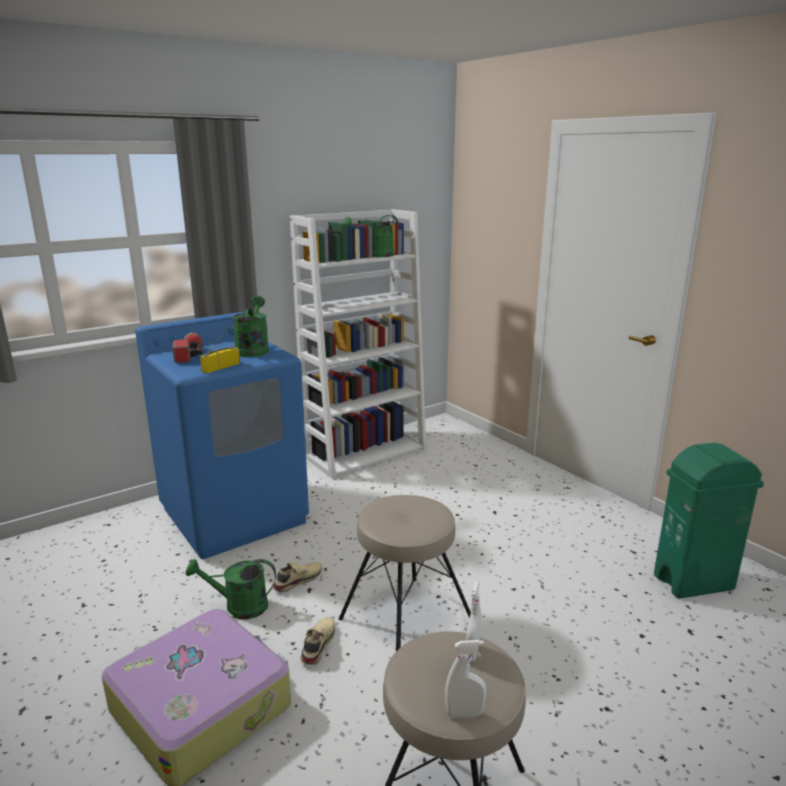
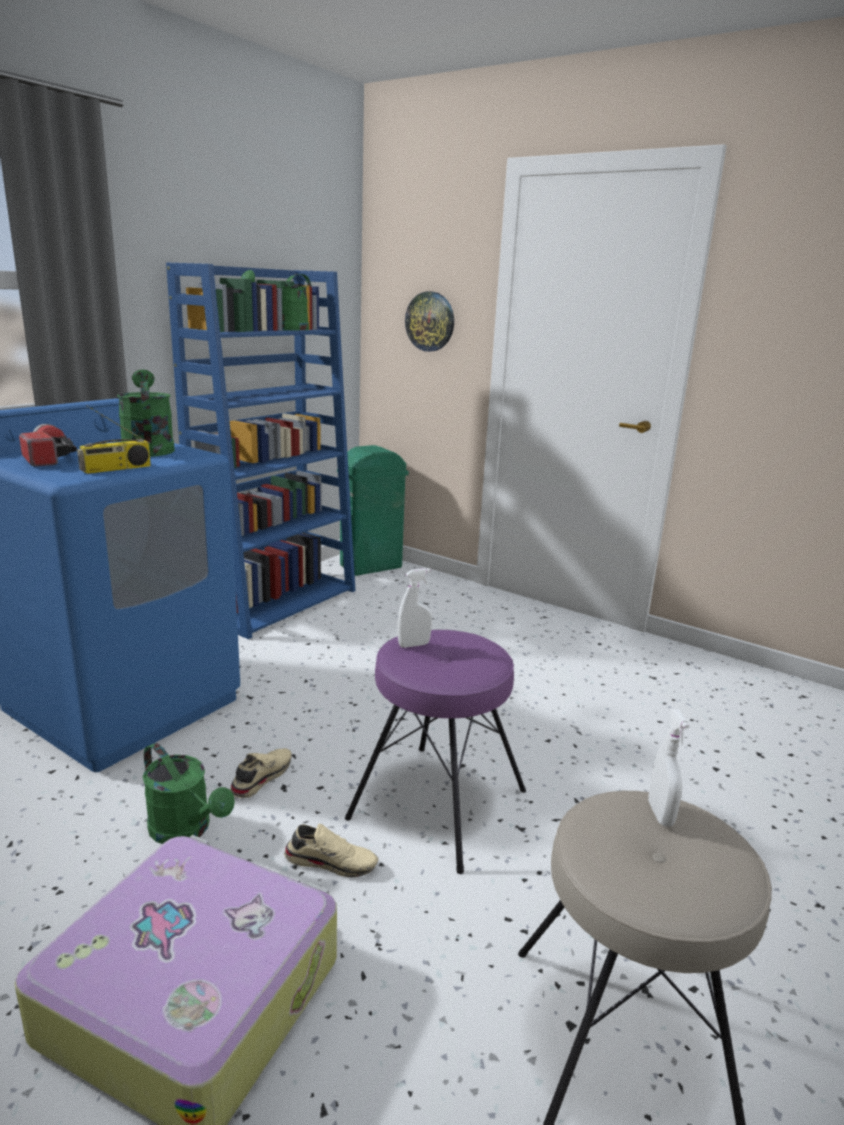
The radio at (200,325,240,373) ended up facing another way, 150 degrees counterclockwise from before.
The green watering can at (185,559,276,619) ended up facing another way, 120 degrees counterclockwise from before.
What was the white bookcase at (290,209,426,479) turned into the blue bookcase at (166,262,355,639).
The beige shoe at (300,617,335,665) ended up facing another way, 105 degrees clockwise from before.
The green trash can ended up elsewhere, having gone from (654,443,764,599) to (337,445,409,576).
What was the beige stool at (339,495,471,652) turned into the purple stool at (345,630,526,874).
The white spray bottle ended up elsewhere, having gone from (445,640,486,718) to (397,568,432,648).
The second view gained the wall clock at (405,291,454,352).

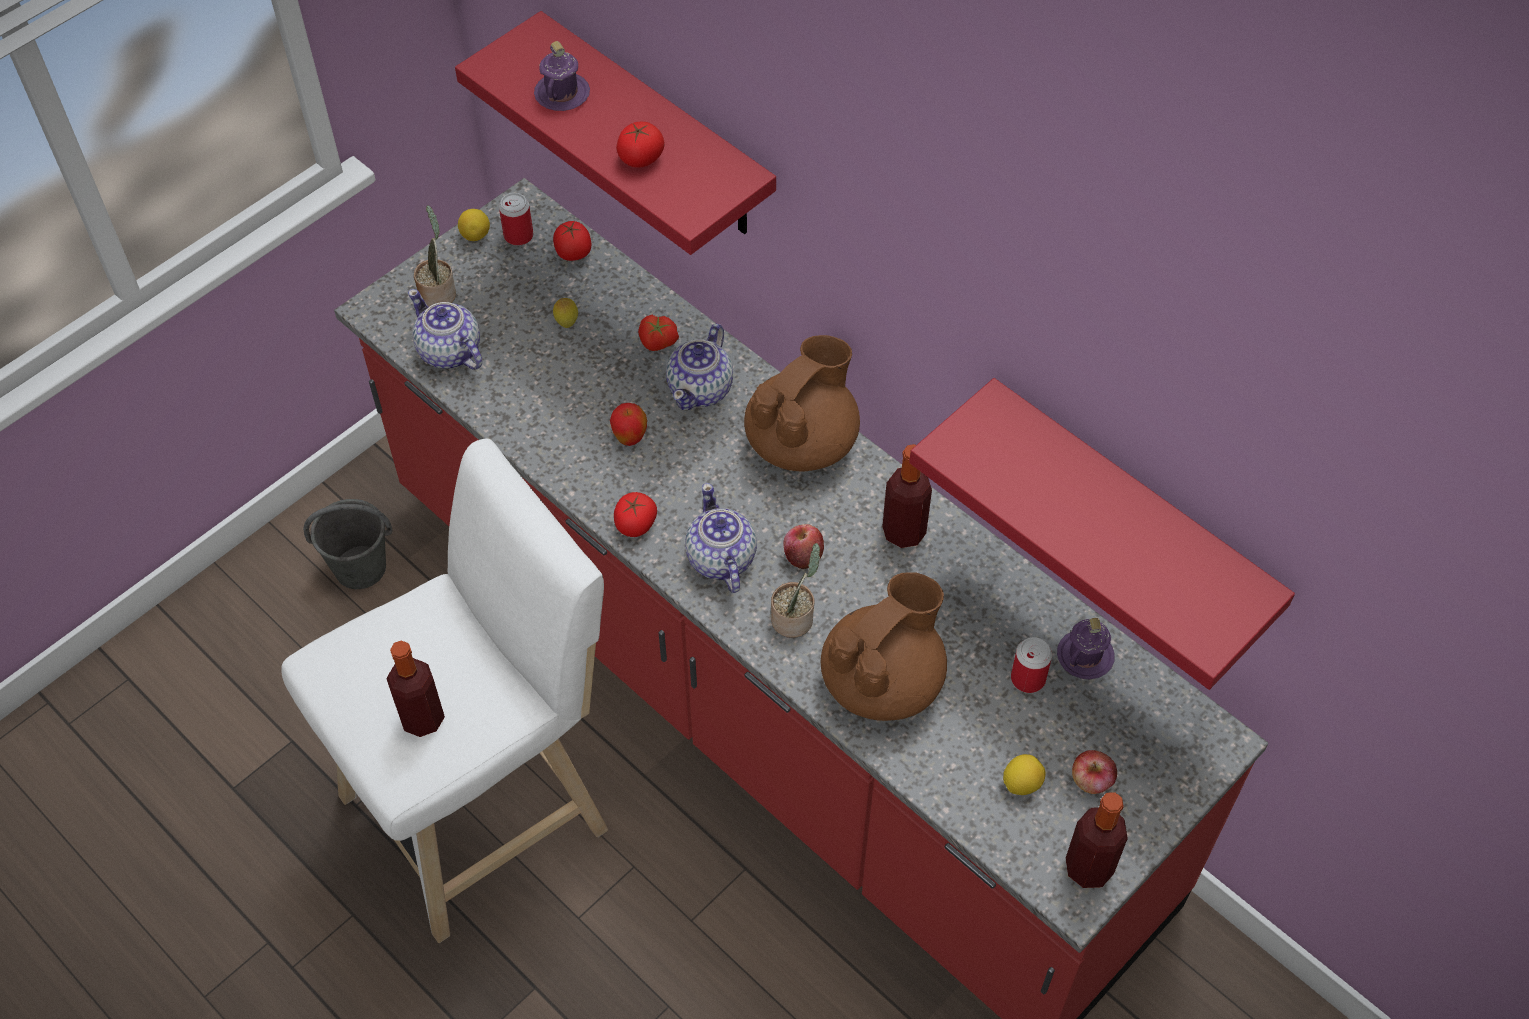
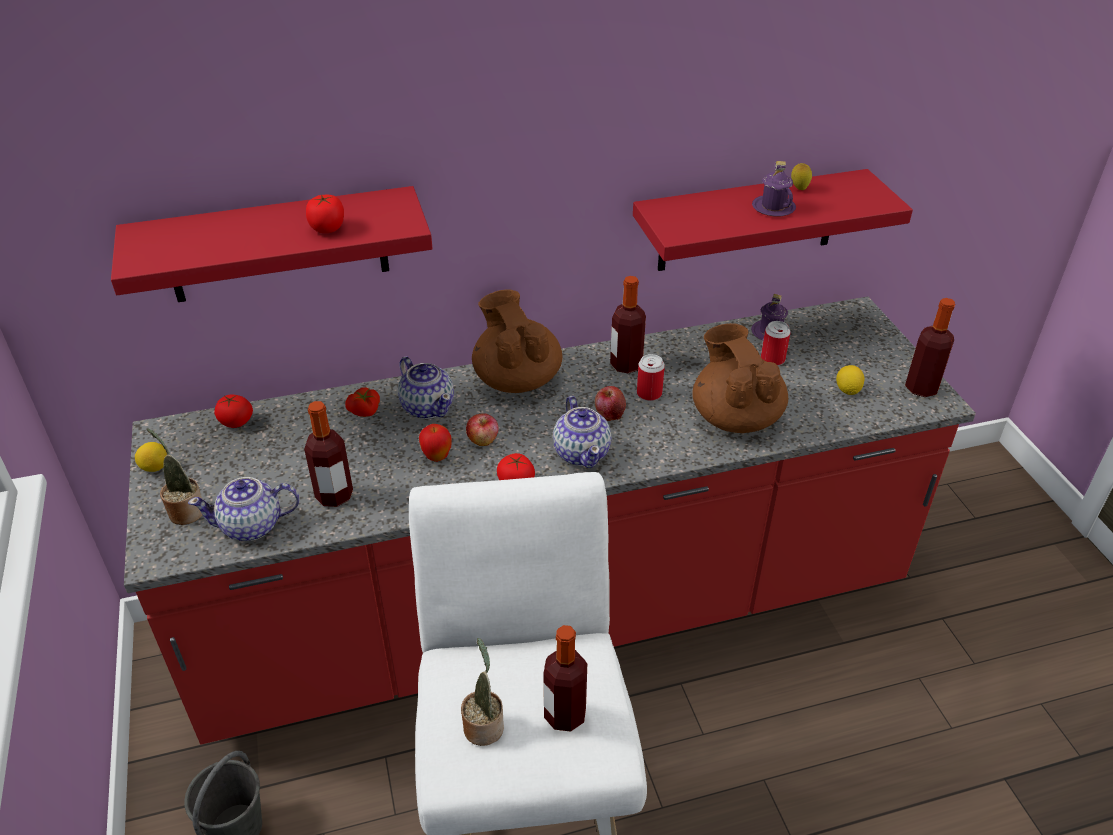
The second view gained the bottle at (304,401,353,507).
The potted plant ended up elsewhere, having gone from (771,543,820,638) to (461,638,504,746).
The apple ended up elsewhere, having gone from (1072,750,1117,794) to (466,413,499,446).
The teapot at (685,483,757,593) ended up facing another way, 120 degrees counterclockwise from before.
The can ended up elsewhere, having gone from (499,193,533,246) to (637,354,665,401).
The purple mug ended up elsewhere, having gone from (534,41,590,111) to (752,161,796,217).
The lemon ended up elsewhere, having gone from (553,298,578,328) to (791,163,812,190).

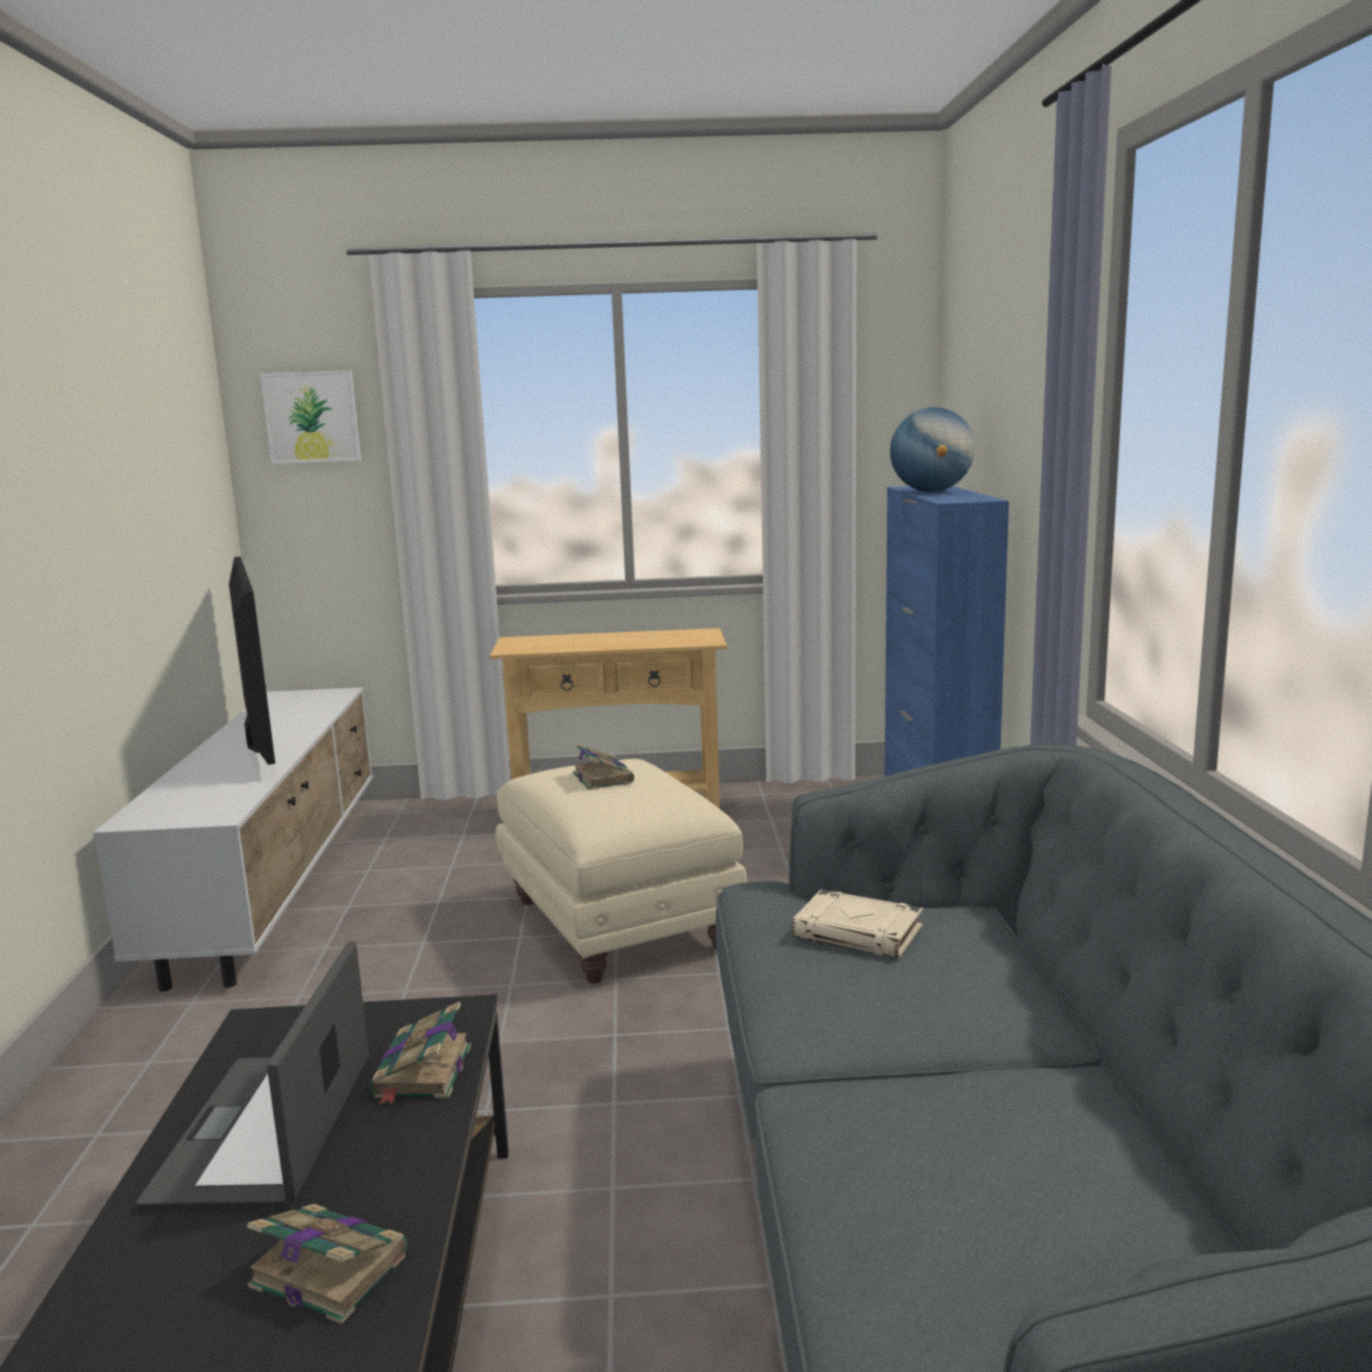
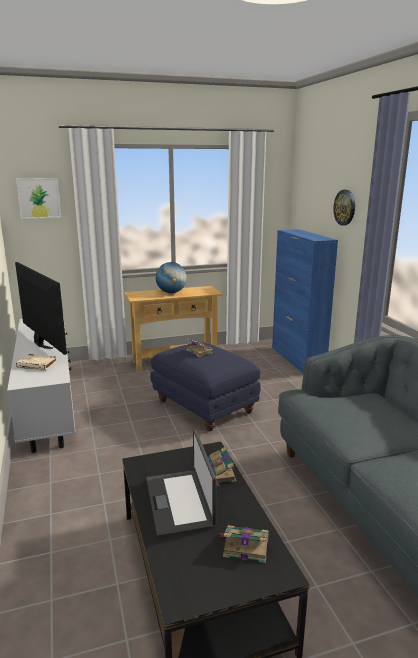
The beige book ended up elsewhere, having gone from (791,890,923,958) to (16,354,58,370).
What was the beige ottoman at (496,759,747,984) turned into the blue ottoman at (150,342,261,431).
The globe ended up elsewhere, having gone from (890,407,975,492) to (156,262,187,293).
The second view gained the wall clock at (333,190,355,226).

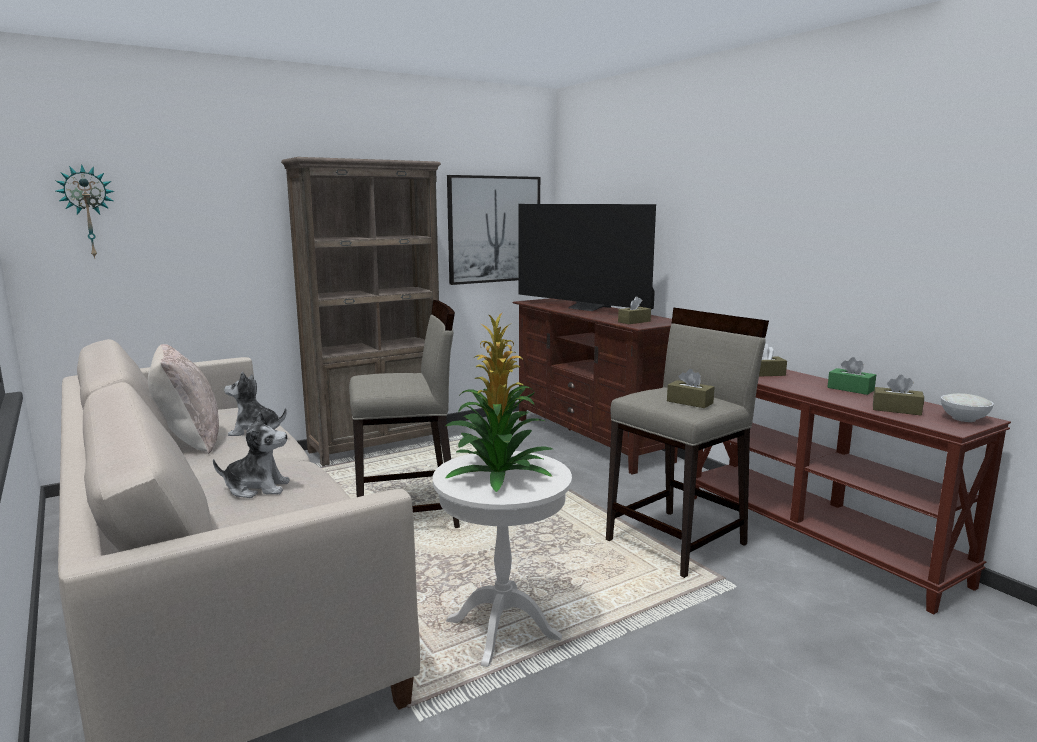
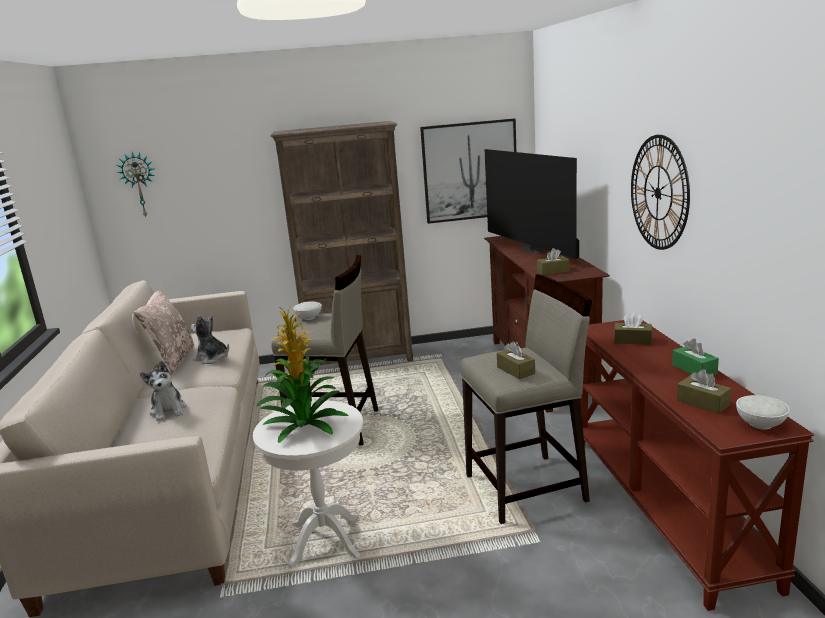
The plush toy at (213,412,290,498) ended up facing another way, 45 degrees clockwise from before.
The second view gained the white bowl at (293,301,322,320).
The second view gained the wall clock at (631,135,690,250).

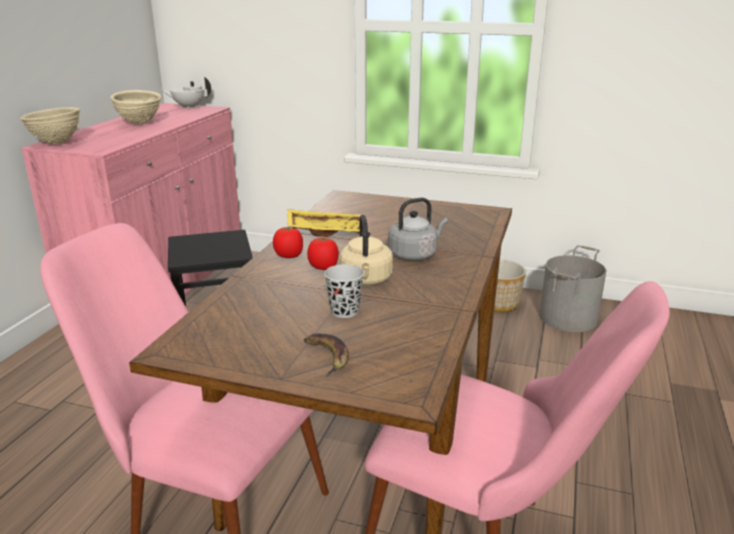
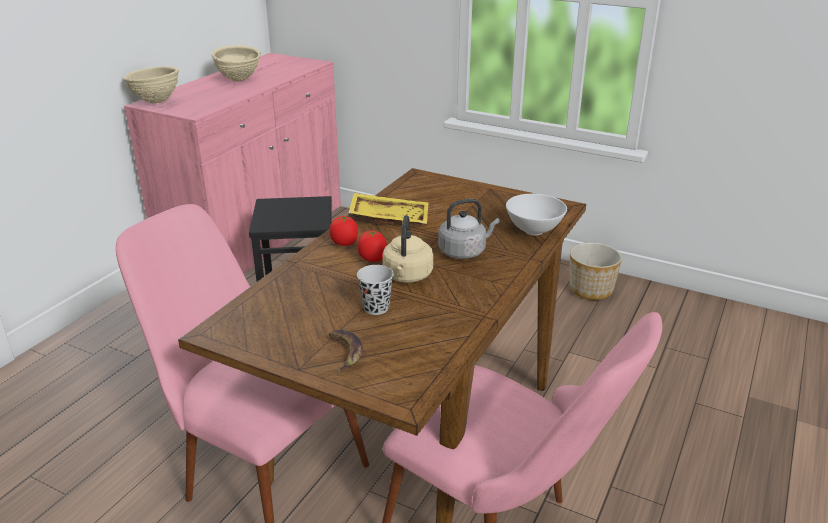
The second view gained the white bowl at (506,194,567,236).
The second view lost the white teapot at (161,77,211,109).
The second view lost the grey bucket at (540,245,606,332).

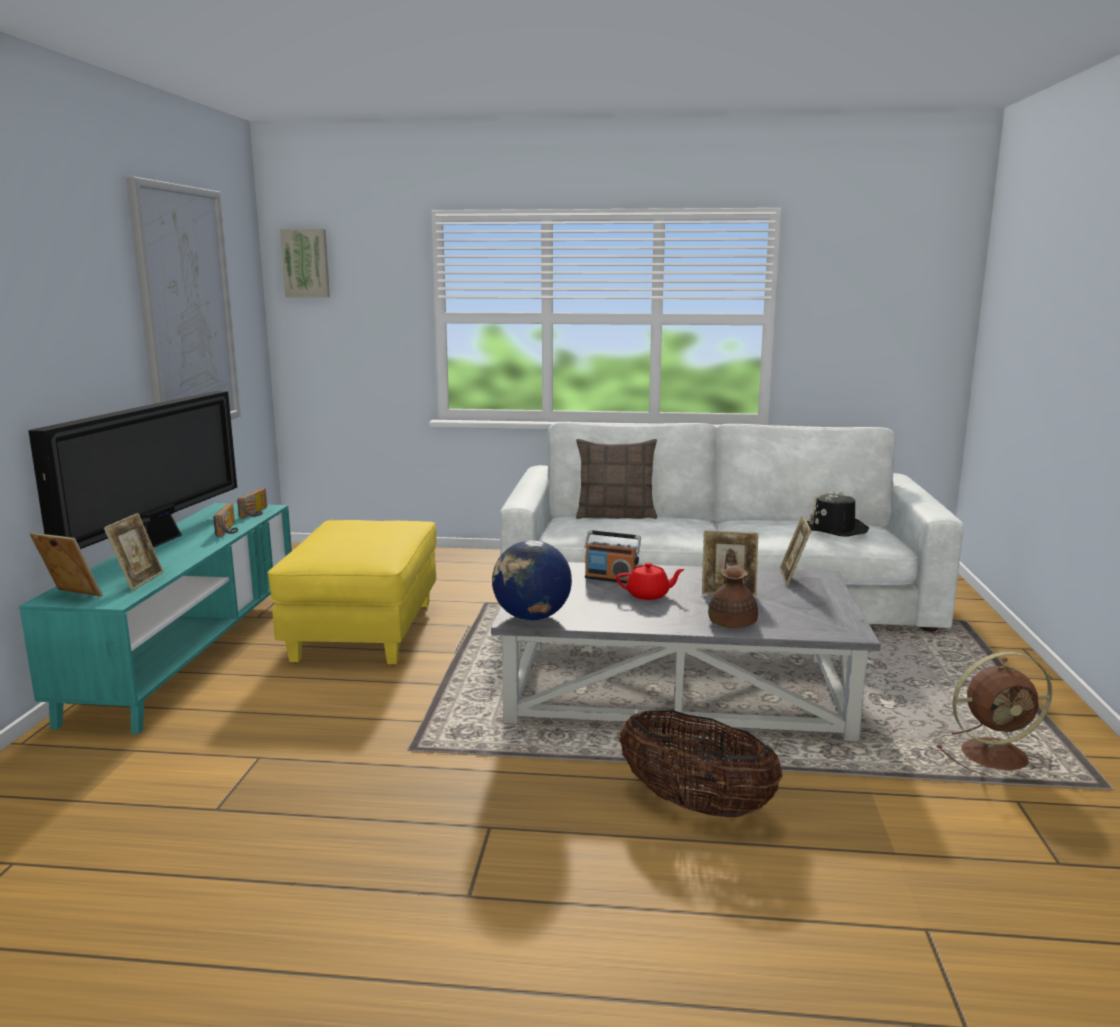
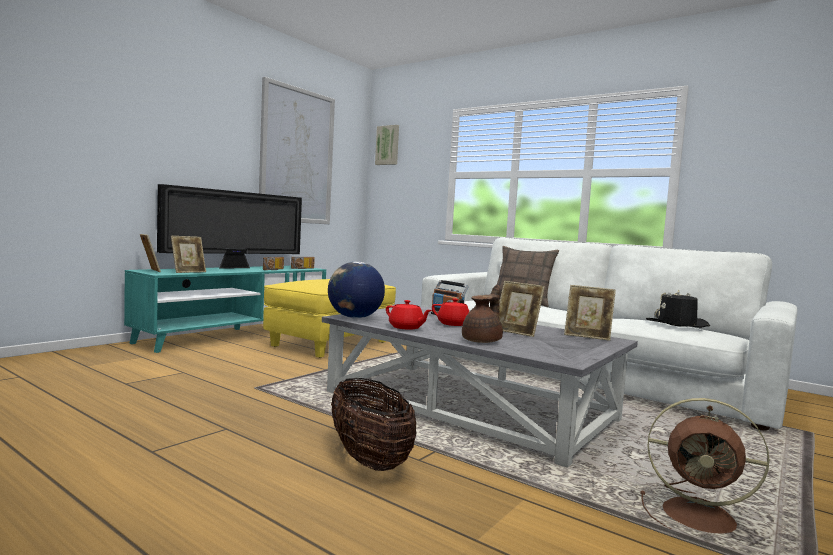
The second view gained the red teapot at (386,300,432,330).
The picture frame at (779,515,811,586) ended up facing another way, 105 degrees counterclockwise from before.

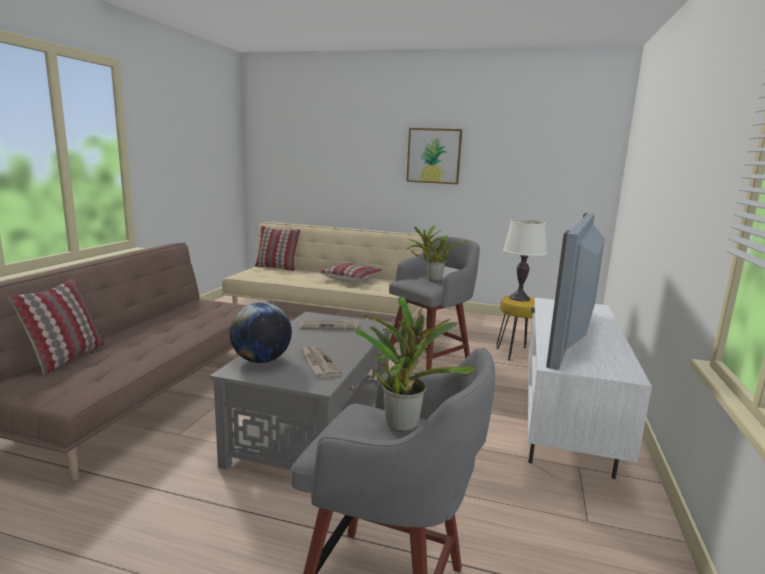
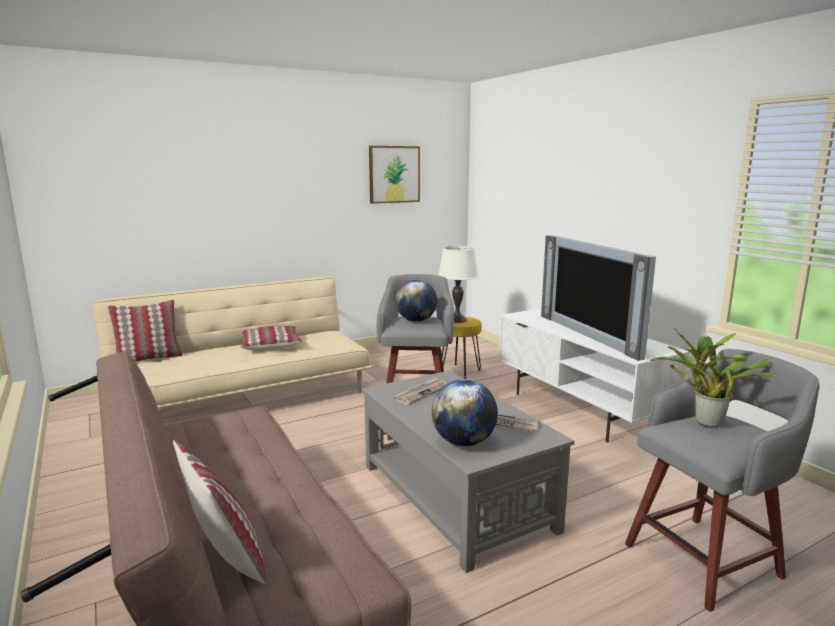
The picture ended up elsewhere, having gone from (406,128,462,184) to (369,146,420,204).
Where the potted plant stood at (406,225,469,281), the globe came to stand at (395,280,437,322).

